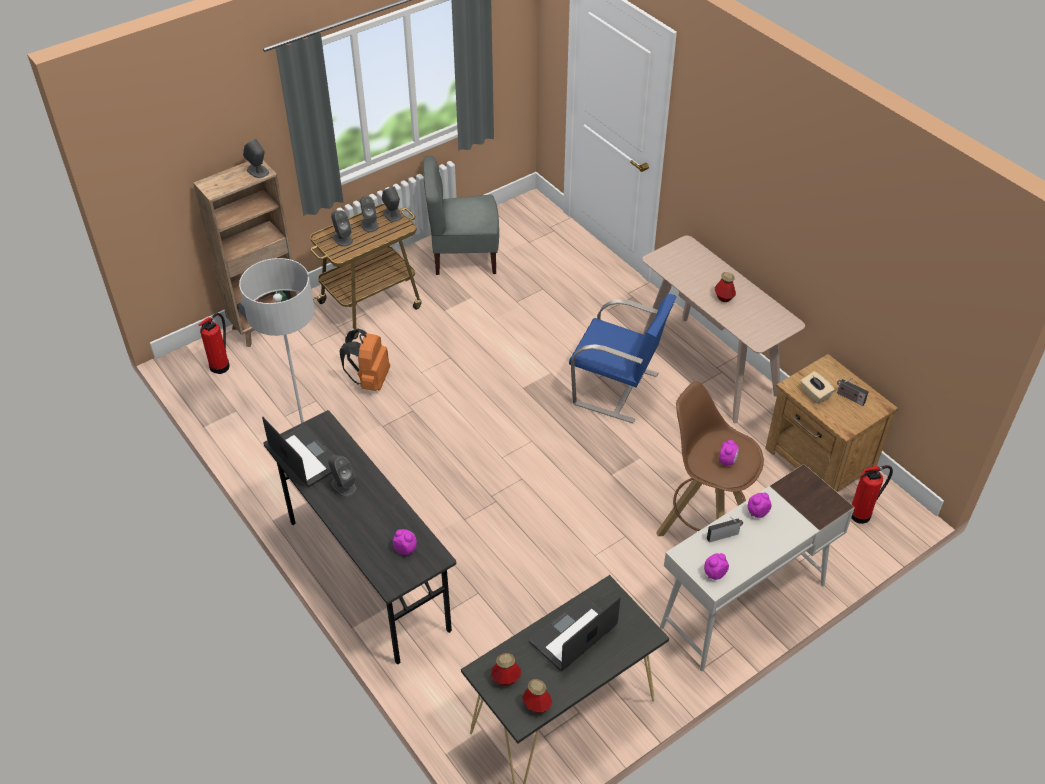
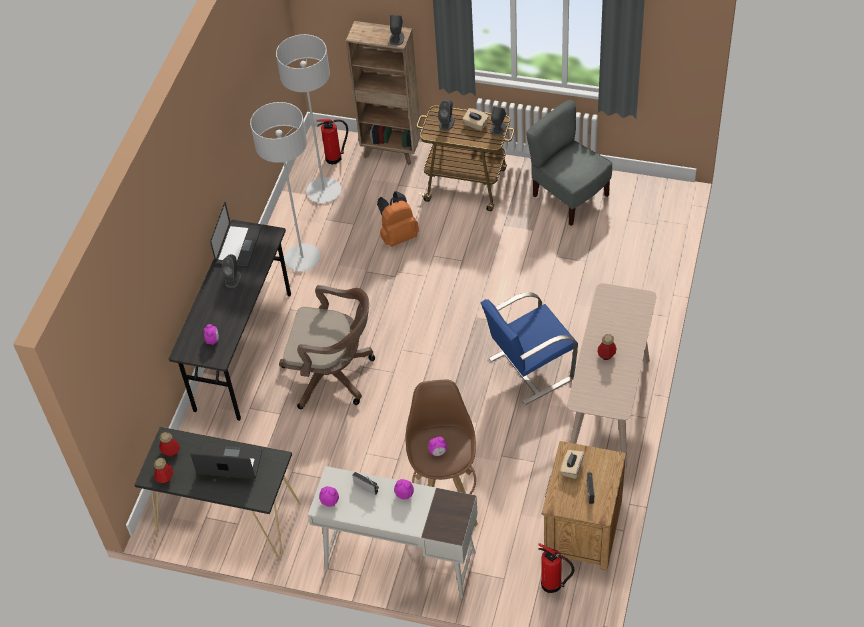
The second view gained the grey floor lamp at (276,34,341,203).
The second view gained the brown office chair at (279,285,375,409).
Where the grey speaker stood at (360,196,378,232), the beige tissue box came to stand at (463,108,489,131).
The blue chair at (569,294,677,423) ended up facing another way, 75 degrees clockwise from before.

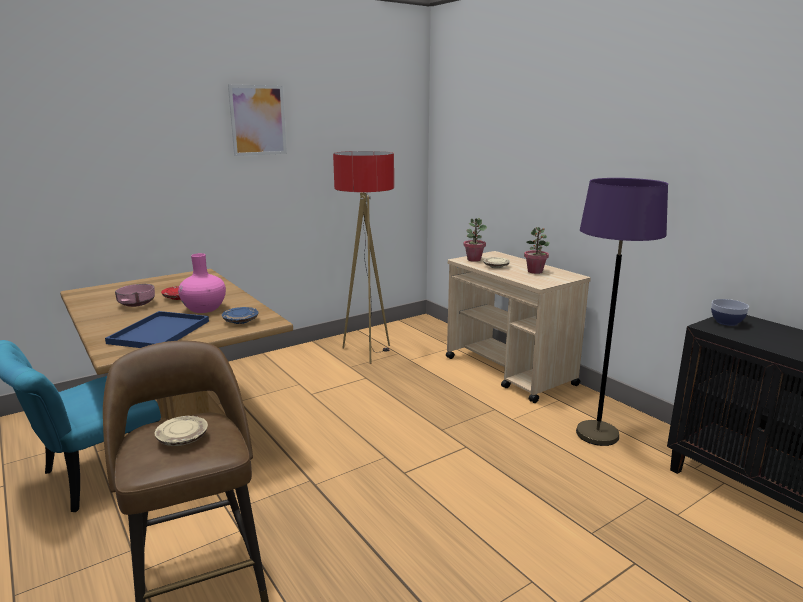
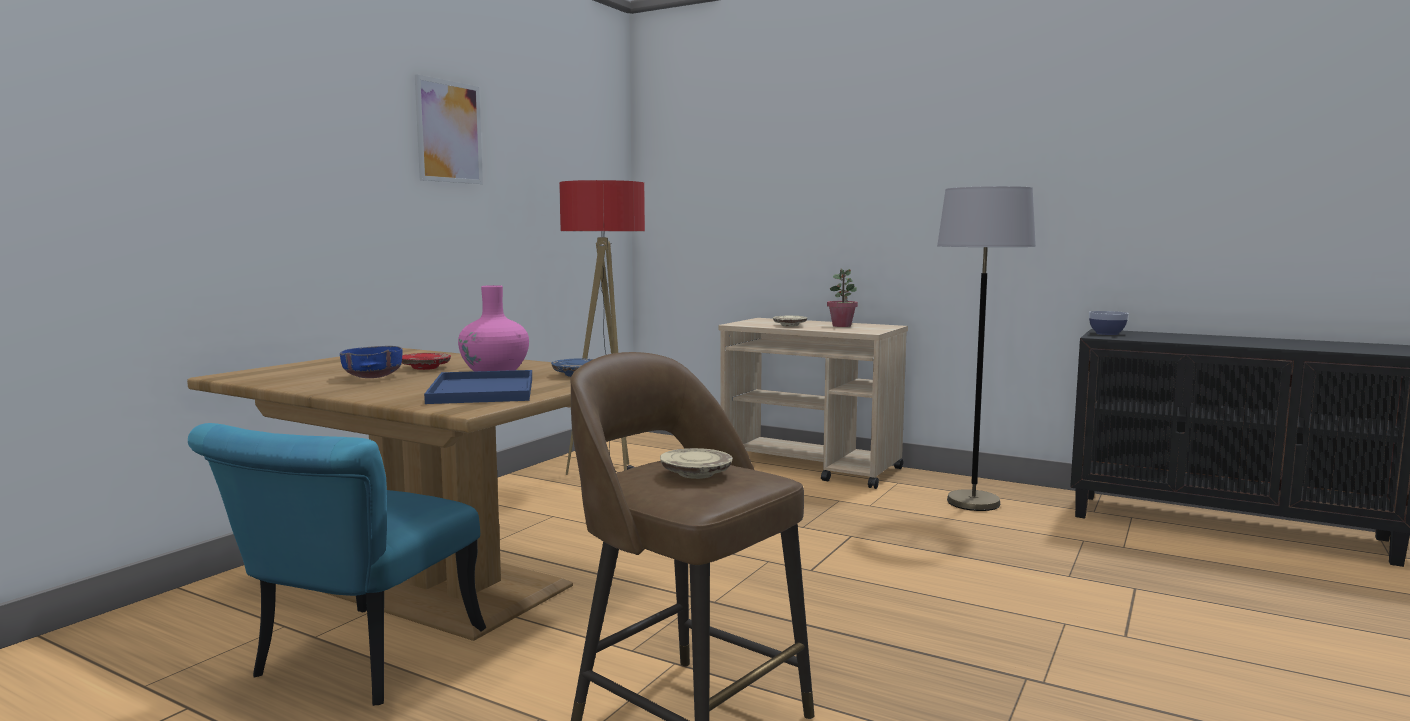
What was the pink bowl at (115,284,155,307) turned into the blue bowl at (340,346,402,378).
What was the purple floor lamp at (576,178,668,446) turned into the grey floor lamp at (937,186,1036,511).
The second view lost the potted plant at (464,218,487,262).

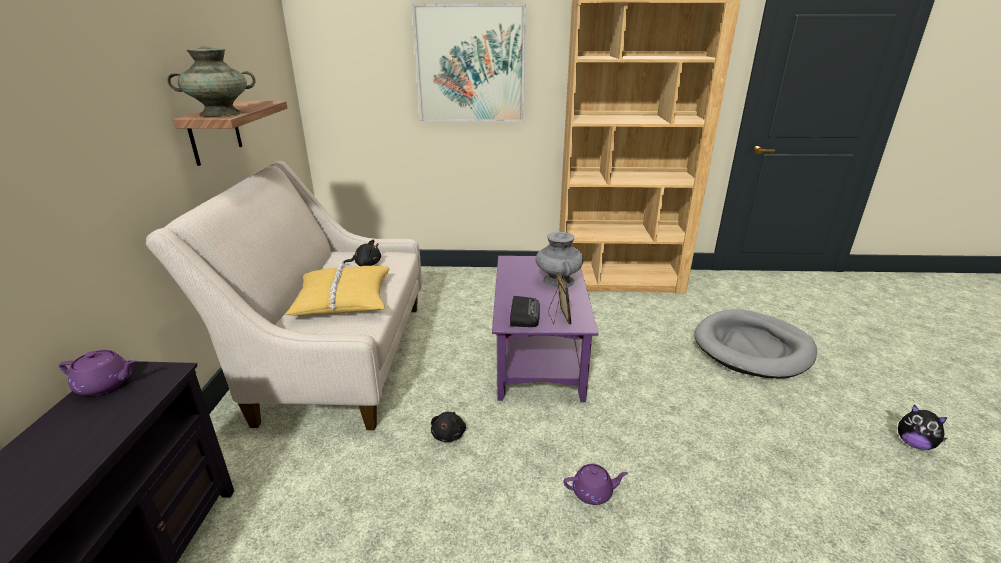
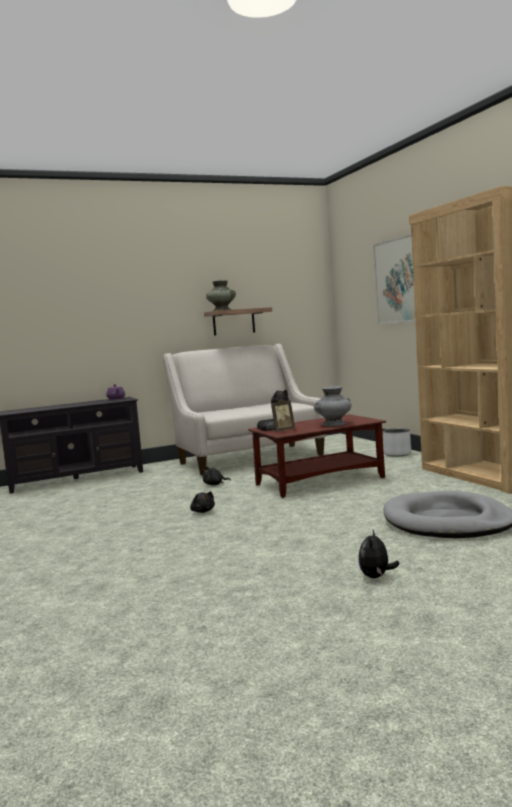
Where the purple teapot stood at (563,464,628,505), the black plush toy came to stand at (190,491,215,513).
What was the purple coffee table at (492,256,598,402) turned into the brown coffee table at (248,414,386,498).
The second view gained the grey planter at (383,428,411,457).
The second view lost the yellow pillow at (285,261,390,315).

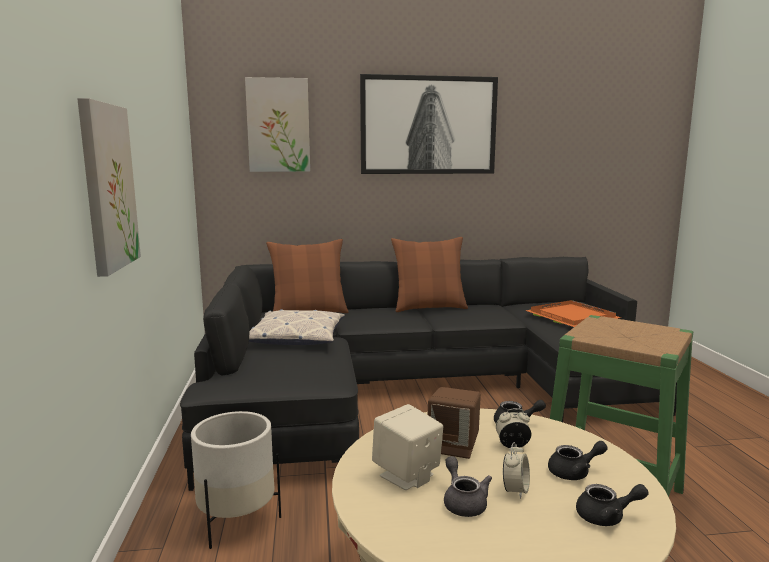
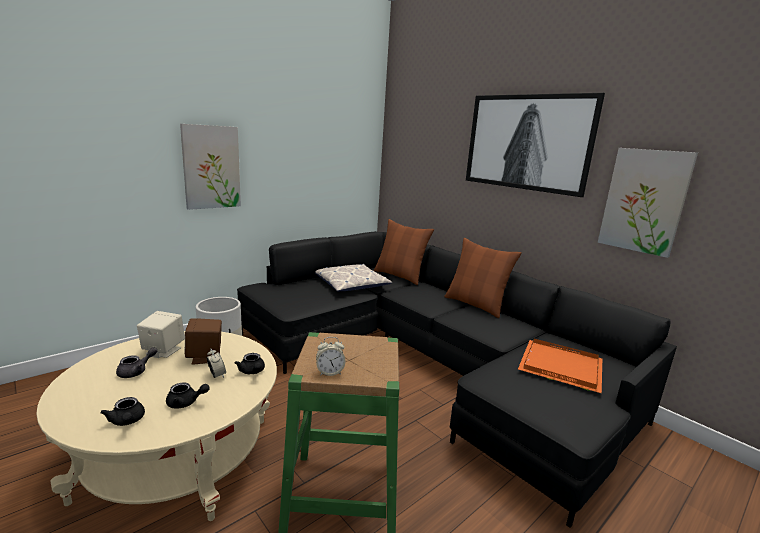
The black teapot at (548,441,608,480) ended up facing another way, 45 degrees counterclockwise from before.
The alarm clock ended up elsewhere, having gone from (503,442,530,499) to (316,337,346,376).
The picture ended up elsewhere, having gone from (245,77,310,172) to (598,148,698,258).

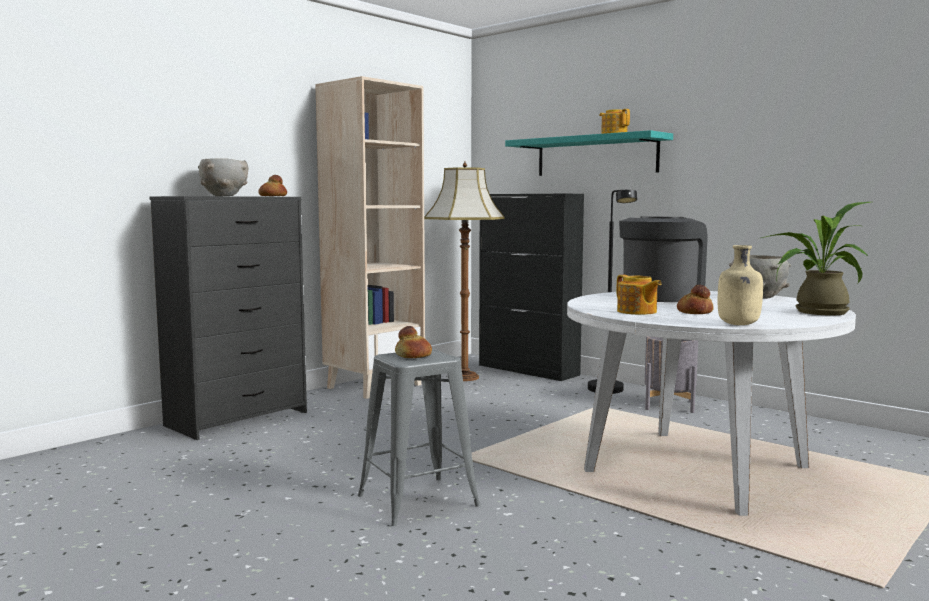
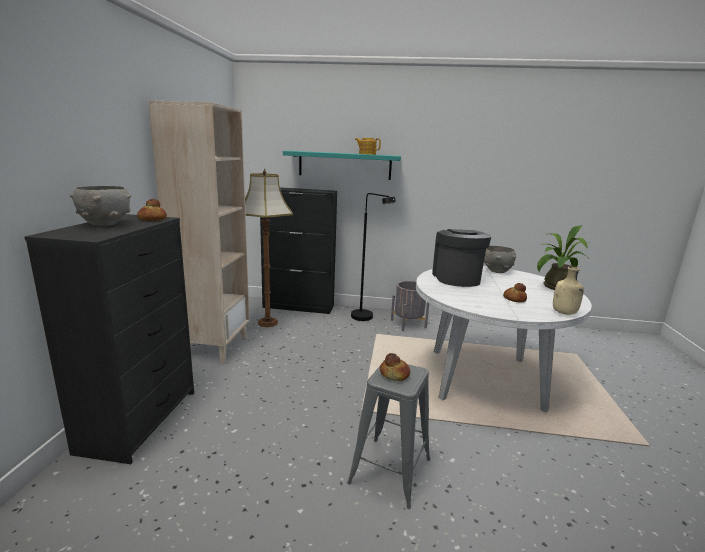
The second view lost the teapot at (617,275,661,315).

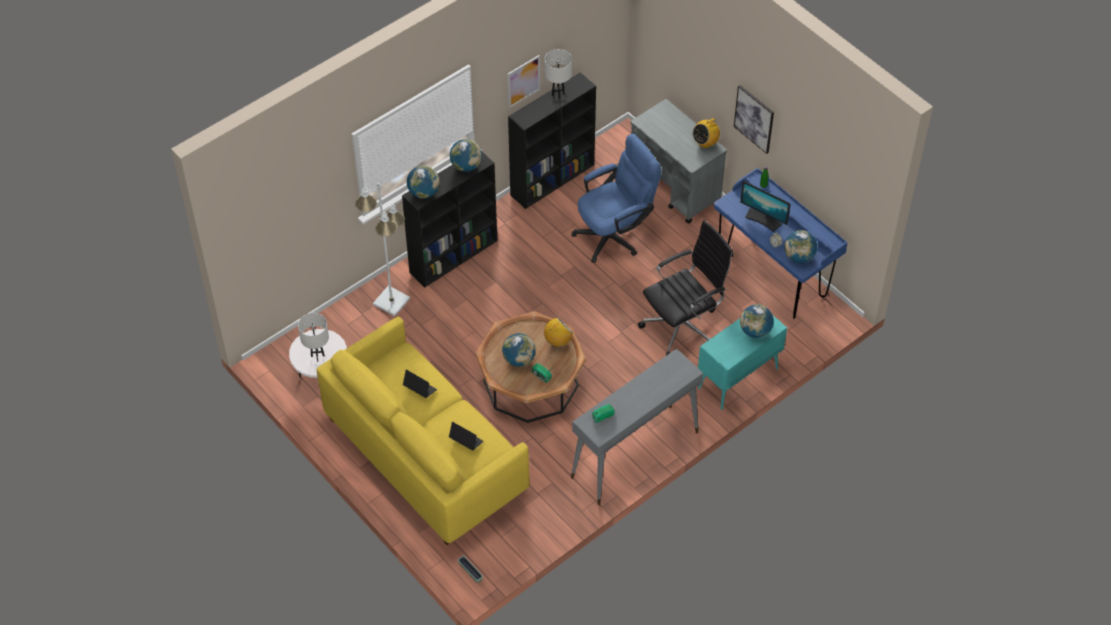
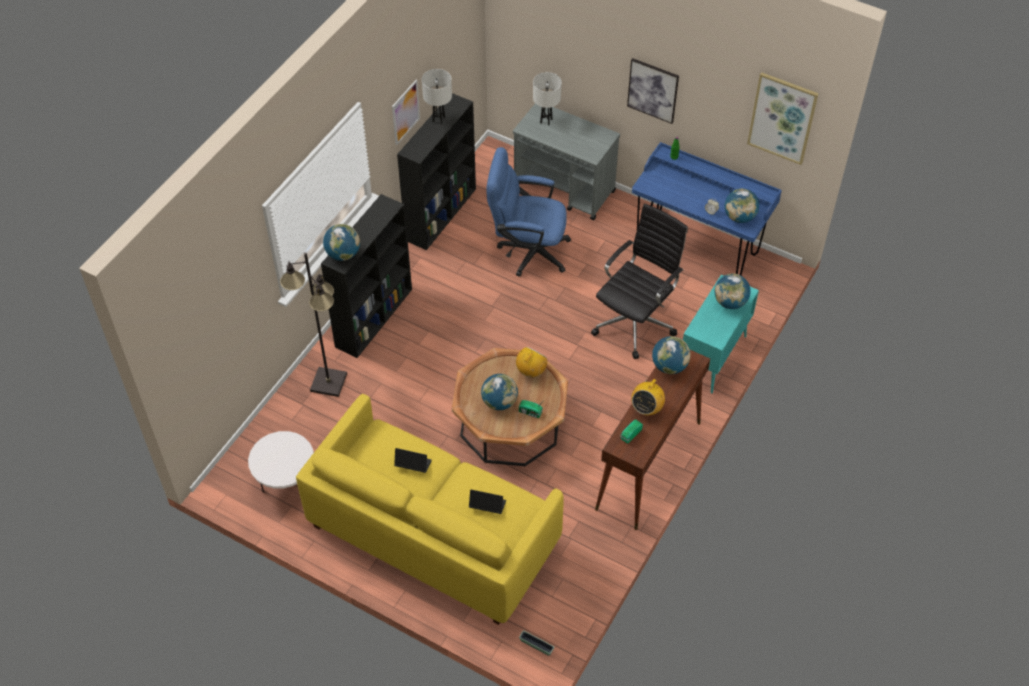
What was the white floor lamp at (355,183,410,316) turned into the black floor lamp at (280,253,347,397).
The blue office chair at (571,134,661,263) ended up facing another way, 120 degrees counterclockwise from before.
The white table lamp ended up elsewhere, having gone from (298,313,329,362) to (533,72,562,125).
What was the grey console table at (571,348,703,505) turned into the brown console table at (595,350,710,530).
The radio ended up elsewhere, having gone from (692,117,720,148) to (631,374,665,415).
The globe ended up elsewhere, having gone from (450,139,482,172) to (652,336,691,374).
The second view gained the picture at (747,72,819,165).
The second view lost the monitor at (740,181,791,232).

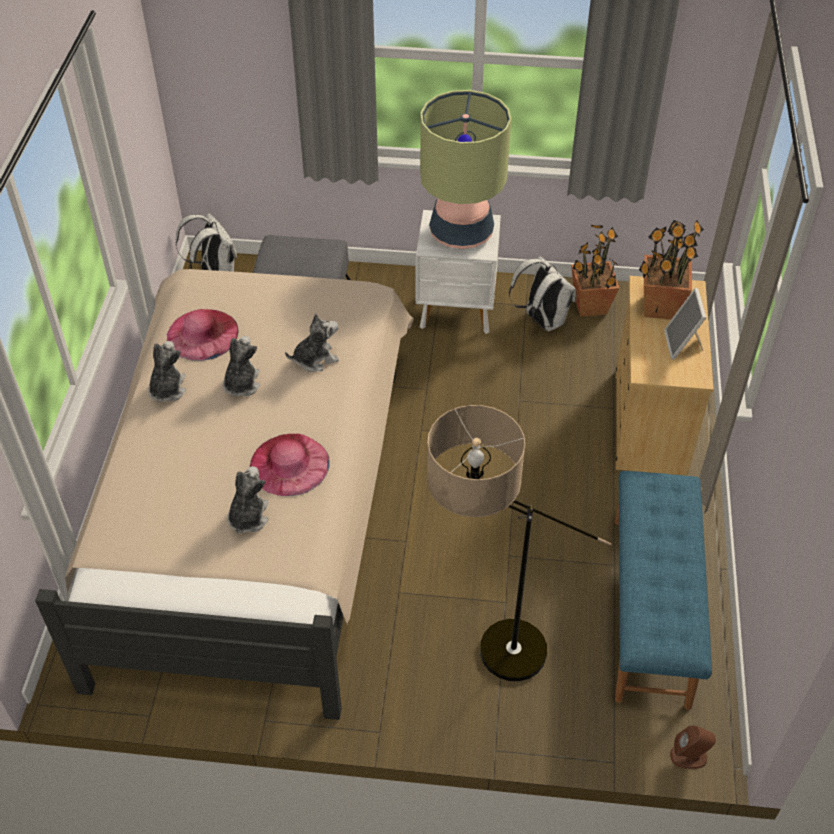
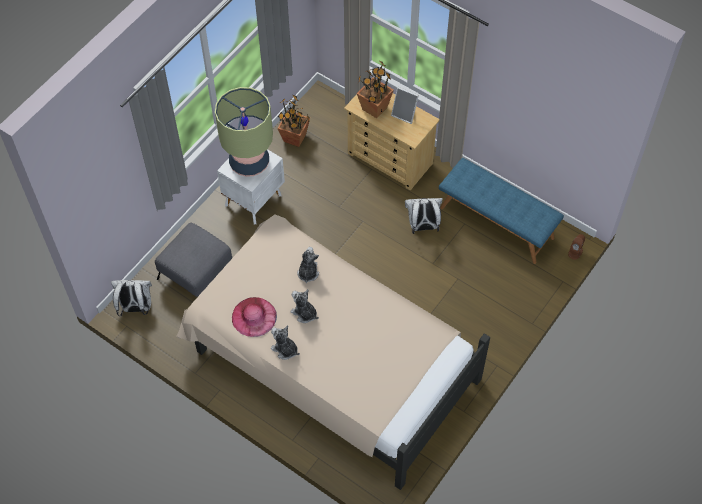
The white backpack ended up elsewhere, having gone from (509,256,576,332) to (405,198,443,234).
The second view lost the plush toy at (227,466,268,534).
The second view lost the pink hat at (250,434,330,496).
The second view lost the floor lamp at (427,405,612,681).

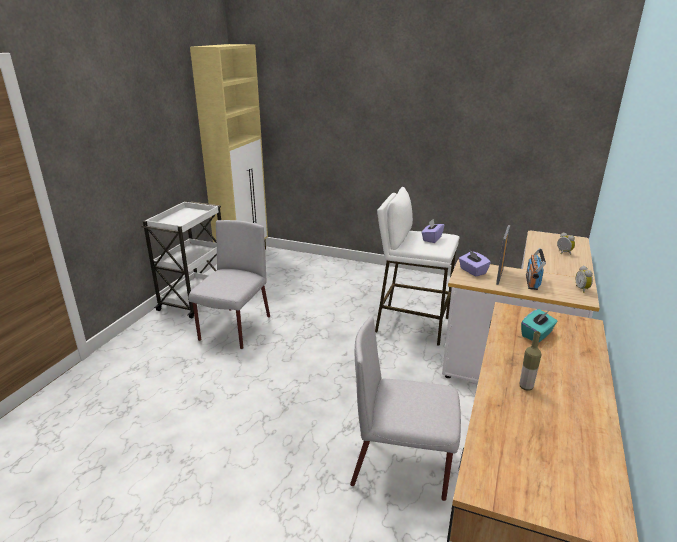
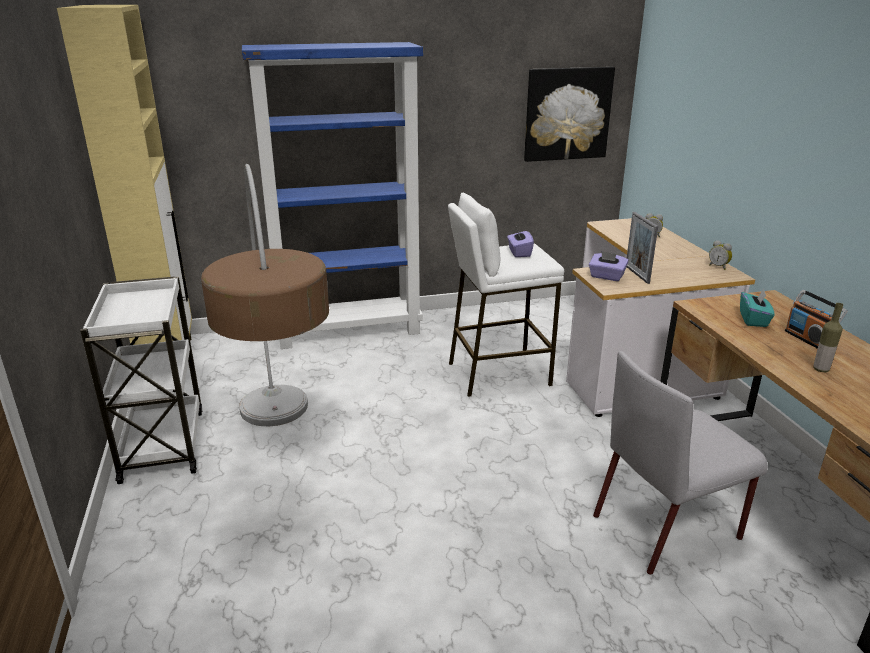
Where the grey chair stood at (188,220,270,349), the floor lamp came to stand at (201,164,329,426).
The second view gained the blue bookcase at (242,42,423,349).
The second view gained the picture at (524,67,615,162).
The radio ended up elsewhere, having gone from (526,248,546,290) to (785,290,848,349).

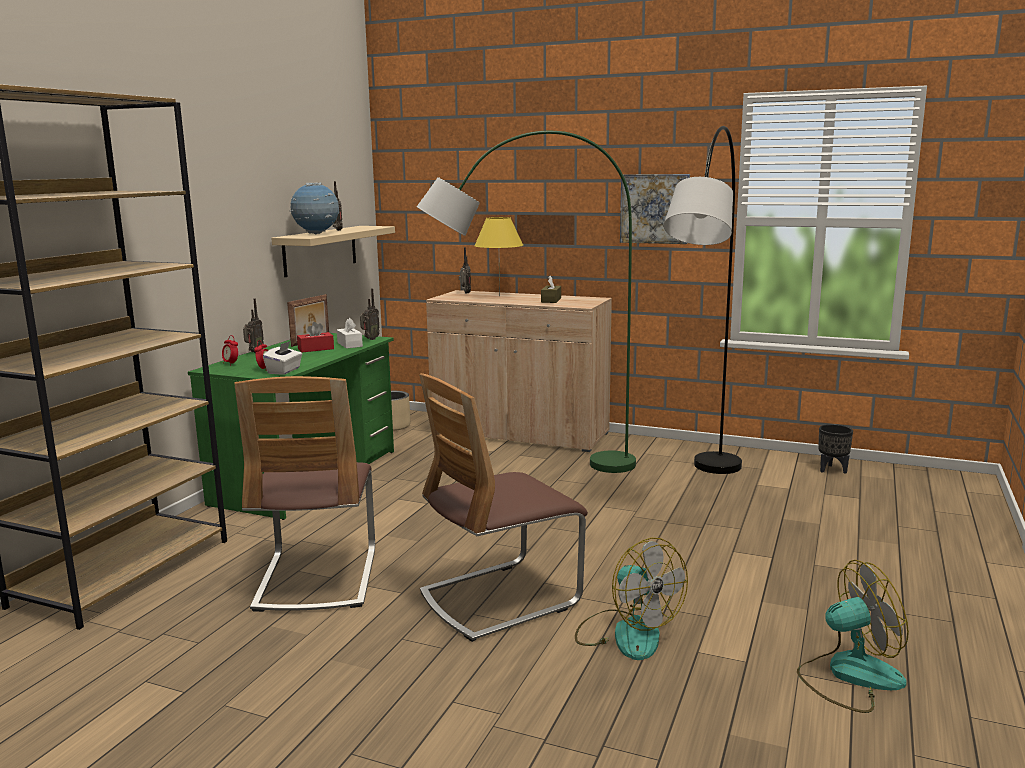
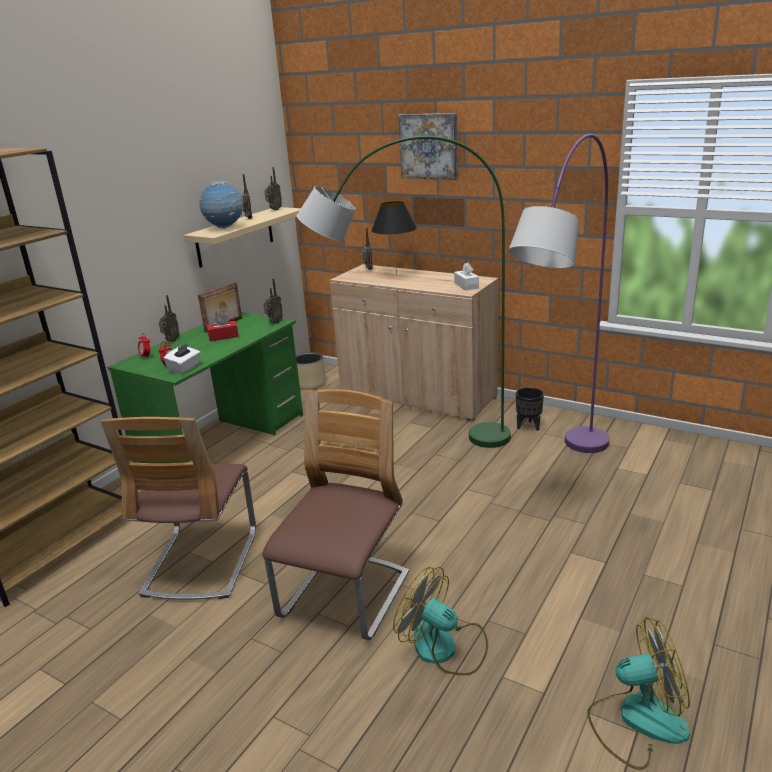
The chair at (419,373,588,642) ended up facing another way, 135 degrees clockwise from before.
The second view gained the radio at (265,167,282,210).
What was the yellow table lamp at (474,217,523,297) turned into the black table lamp at (371,201,417,275).
The fan at (575,538,688,660) ended up facing another way, 150 degrees clockwise from before.
The picture ended up elsewhere, having gone from (620,174,690,244) to (398,113,458,180).
The white tissue box ended up elsewhere, having gone from (337,318,363,349) to (454,263,479,291).
What was the grey floor lamp at (663,126,742,474) turned into the purple floor lamp at (508,134,609,453).
The black planter ended up elsewhere, having gone from (818,424,853,474) to (516,387,544,431).
The second view lost the brown tissue box at (541,276,561,303).

